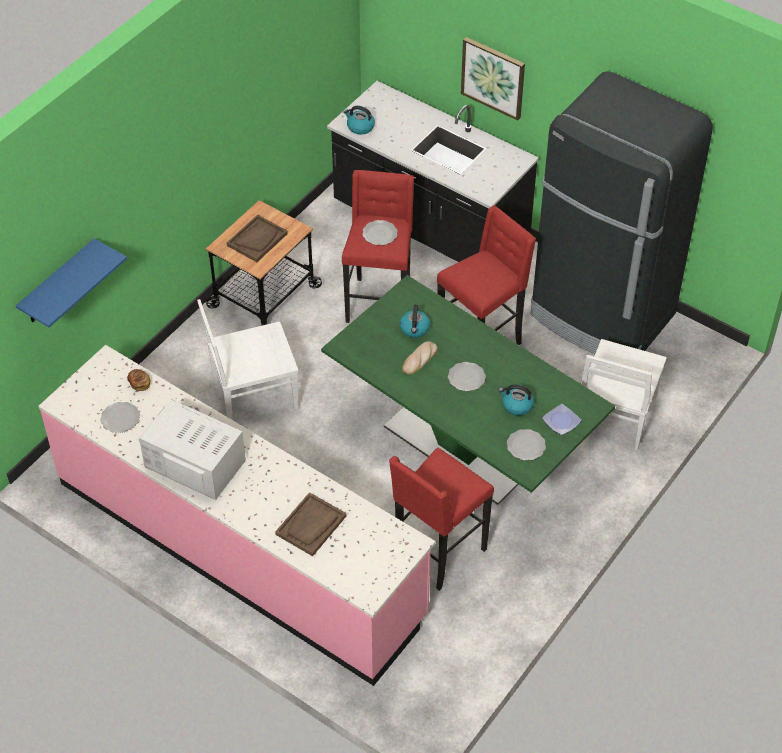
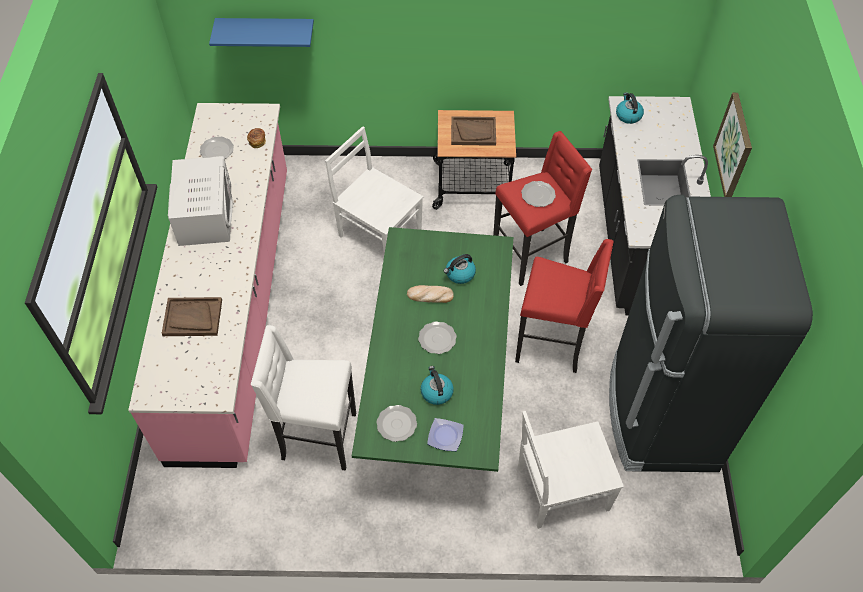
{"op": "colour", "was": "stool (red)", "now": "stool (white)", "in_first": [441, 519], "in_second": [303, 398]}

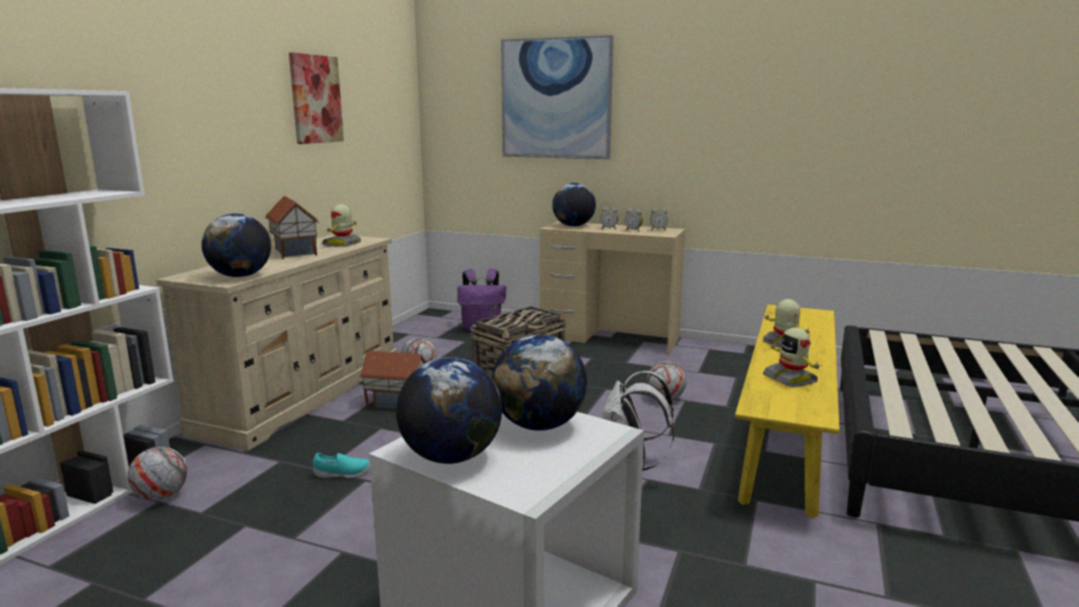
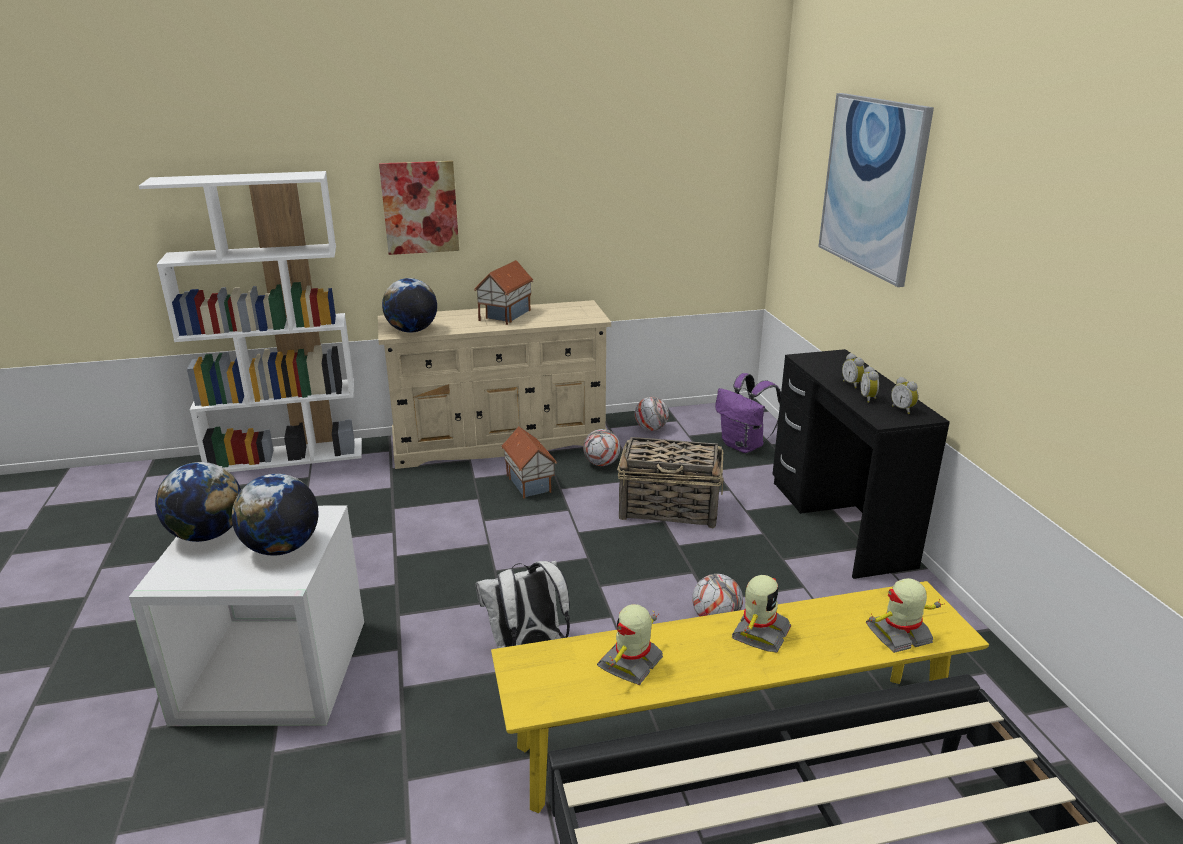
{"op": "relocated", "was": "wall art", "in_first": [316, 98], "in_second": [419, 208]}
{"op": "missing", "was": "world globe", "in_first": [574, 205]}
{"op": "relocated", "was": "model robot", "in_first": [341, 225], "in_second": [905, 615]}
{"op": "colour", "was": "desk (beige-coloured)", "now": "desk (blackish)", "in_first": [612, 287], "in_second": [861, 464]}
{"op": "relocated", "was": "football ball", "in_first": [157, 474], "in_second": [652, 414]}
{"op": "missing", "was": "low shoe (turquoise)", "in_first": [341, 465]}

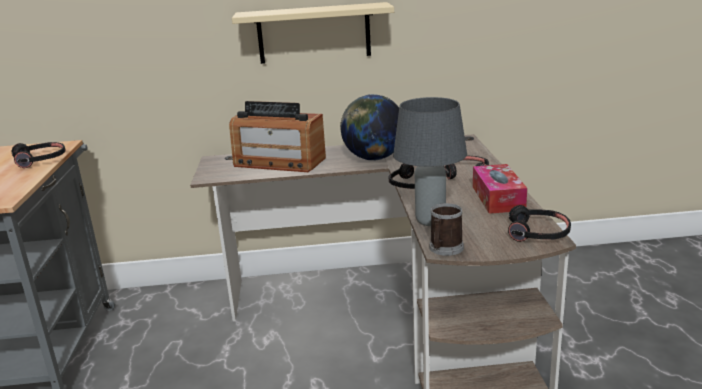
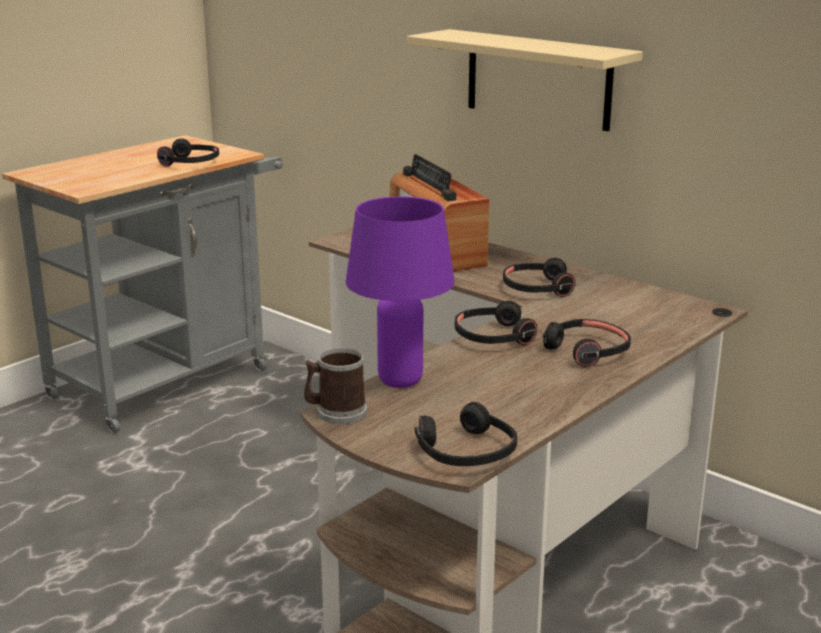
{"op": "exchanged", "was": "world globe", "now": "pair of headphones (blackish)", "in_first": [369, 127], "in_second": [539, 277]}
{"op": "colour", "was": "lamp for a table (grey)", "now": "lamp for a table (purple)", "in_first": [430, 161], "in_second": [400, 292]}
{"op": "missing", "was": "tissue box", "in_first": [500, 189]}

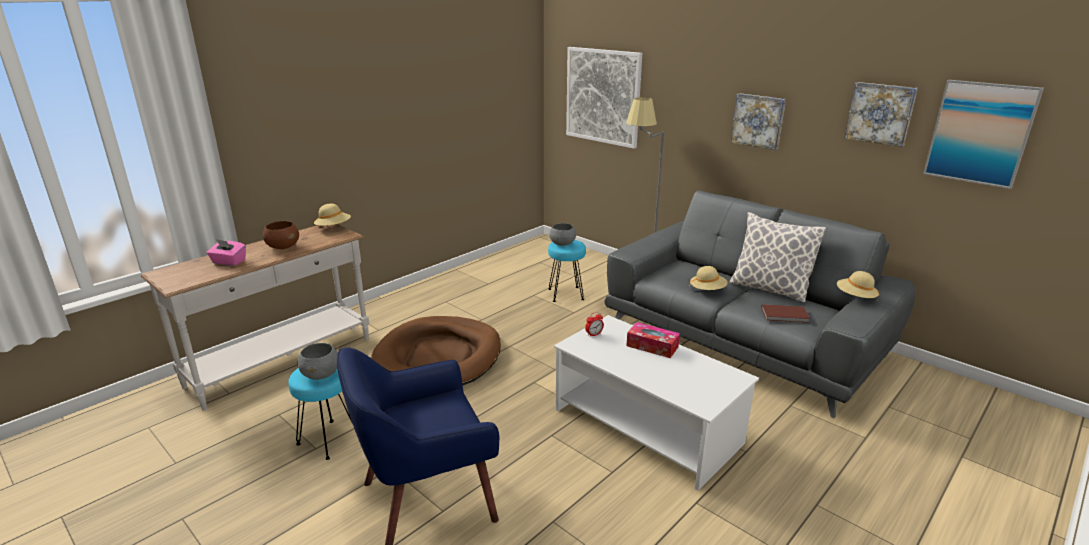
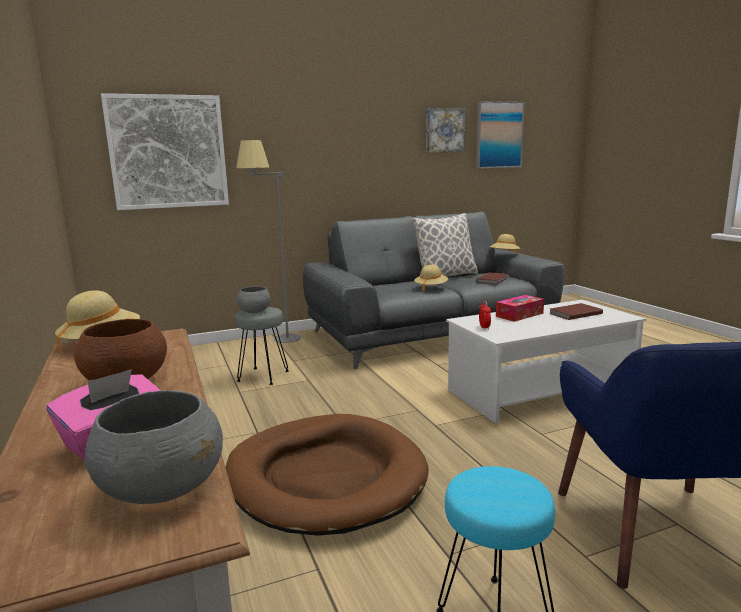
{"op": "missing", "was": "wall art", "in_first": [758, 121]}
{"op": "colour", "was": "stool (turquoise)", "now": "stool (grey)", "in_first": [567, 271], "in_second": [262, 346]}
{"op": "relocated", "was": "deep dish (grey)", "in_first": [318, 361], "in_second": [154, 447]}
{"op": "appeared", "now": "book (brown)", "in_second": [576, 311]}

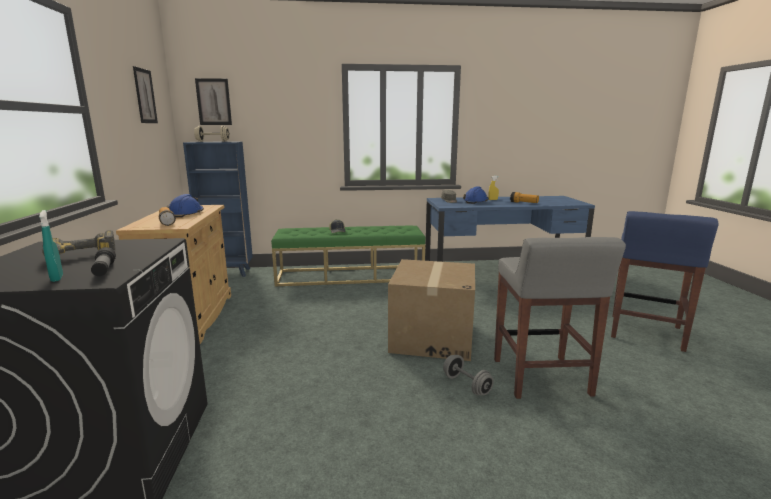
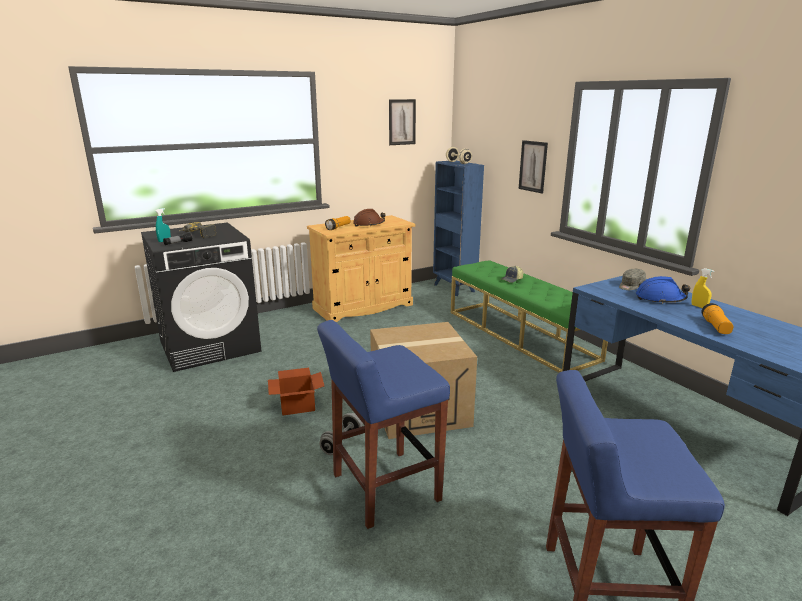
{"op": "relocated", "was": "wall art", "in_first": [213, 101], "in_second": [533, 166]}
{"op": "colour", "was": "safety helmet (blue)", "now": "safety helmet (brown)", "in_first": [185, 206], "in_second": [369, 218]}
{"op": "colour", "was": "stool (grey)", "now": "stool (blue)", "in_first": [560, 318], "in_second": [383, 424]}
{"op": "appeared", "now": "carton", "in_second": [296, 391]}

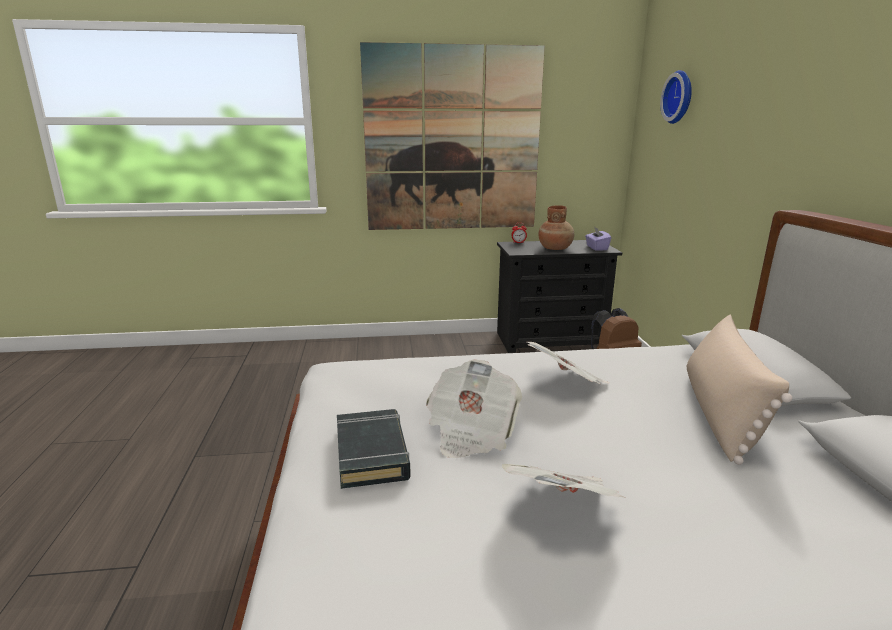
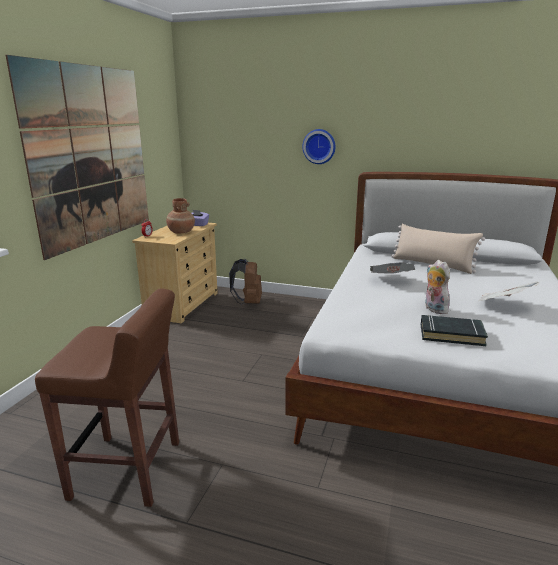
{"op": "relocated", "was": "clock on the wall", "in_first": [676, 97], "in_second": [319, 146]}
{"op": "colour", "was": "chest of drawers (blackish)", "now": "chest of drawers (beige-coloured)", "in_first": [559, 296], "in_second": [175, 273]}
{"op": "exchanged", "was": "daily paper", "now": "cuddly toy", "in_first": [474, 409], "in_second": [437, 287]}
{"op": "appeared", "now": "stool (brown)", "in_second": [107, 398]}

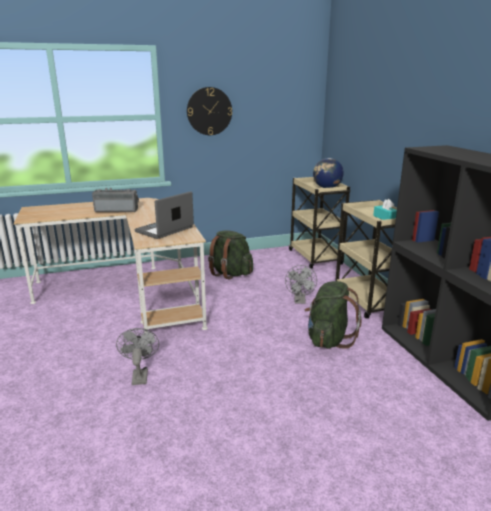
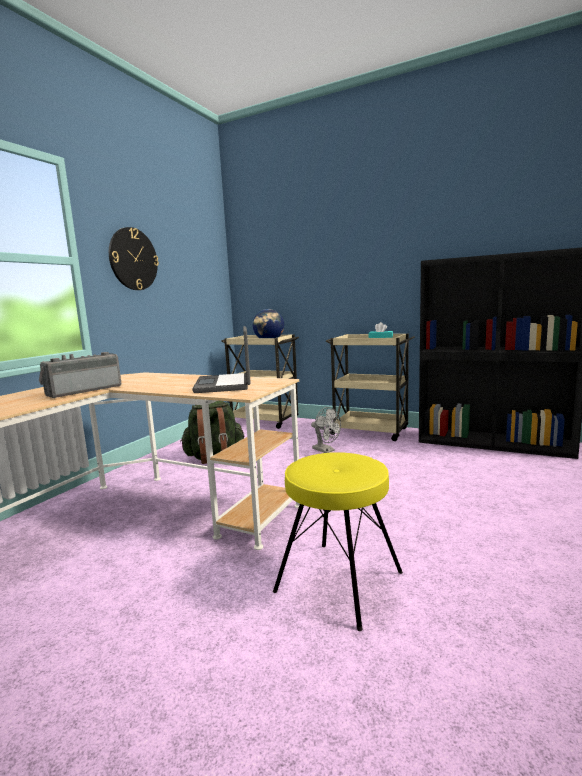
{"op": "missing", "was": "rucksack (green-coloured)", "in_first": [333, 315]}
{"op": "exchanged", "was": "cooling fan (grey)", "now": "stool (yellowish)", "in_first": [137, 356], "in_second": [338, 541]}

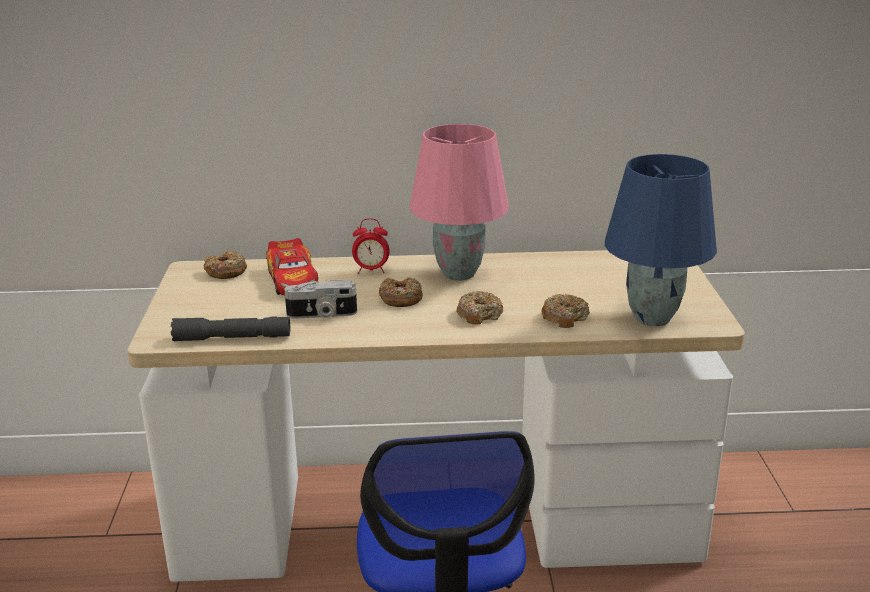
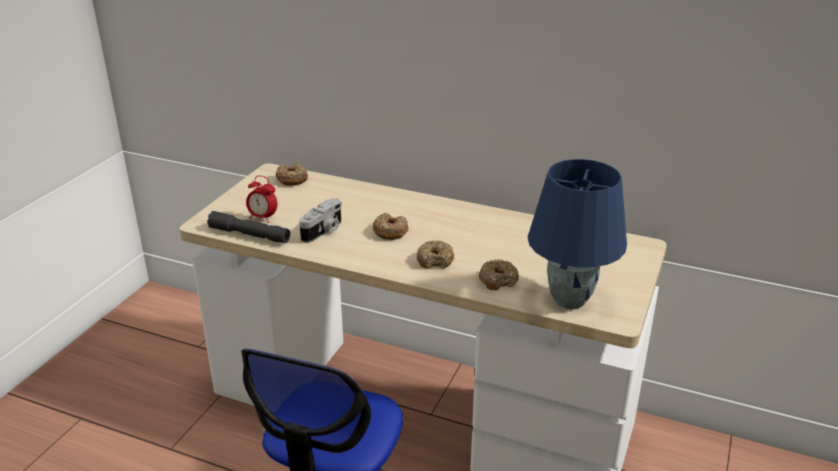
{"op": "missing", "was": "lamp for a table (pink)", "in_first": [459, 202]}
{"op": "relocated", "was": "table clock", "in_first": [371, 246], "in_second": [261, 199]}
{"op": "missing", "was": "model car", "in_first": [292, 266]}
{"op": "spun", "was": "still camera", "in_first": [320, 299], "in_second": [320, 220], "clockwise": -75}

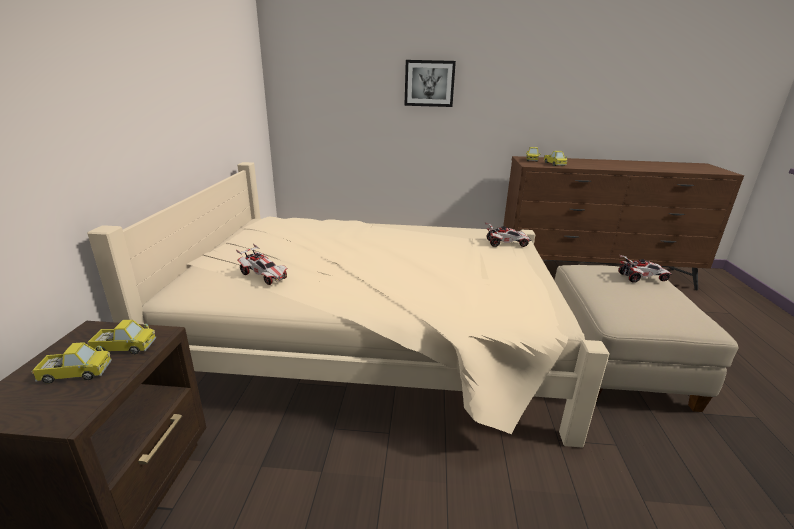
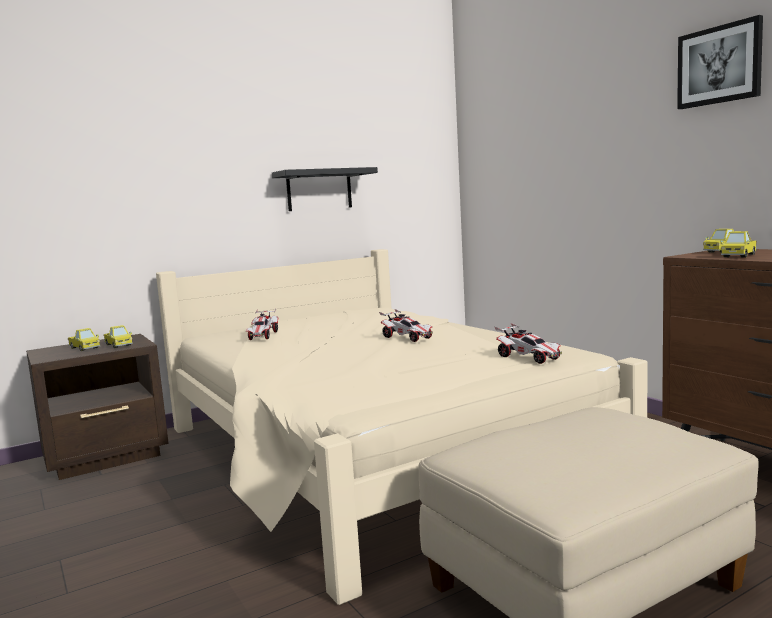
{"op": "relocated", "was": "wall art", "in_first": [430, 83], "in_second": [720, 62]}
{"op": "relocated", "was": "model car", "in_first": [645, 268], "in_second": [406, 325]}
{"op": "appeared", "now": "wall shelf (blackish)", "in_second": [325, 189]}

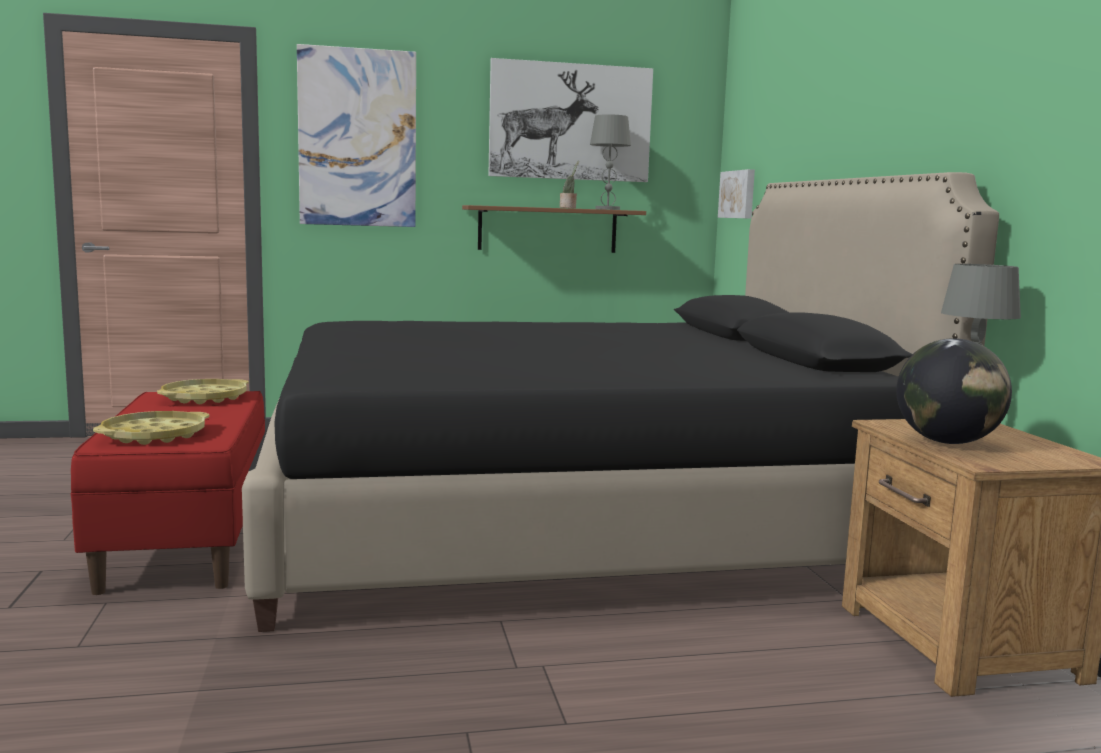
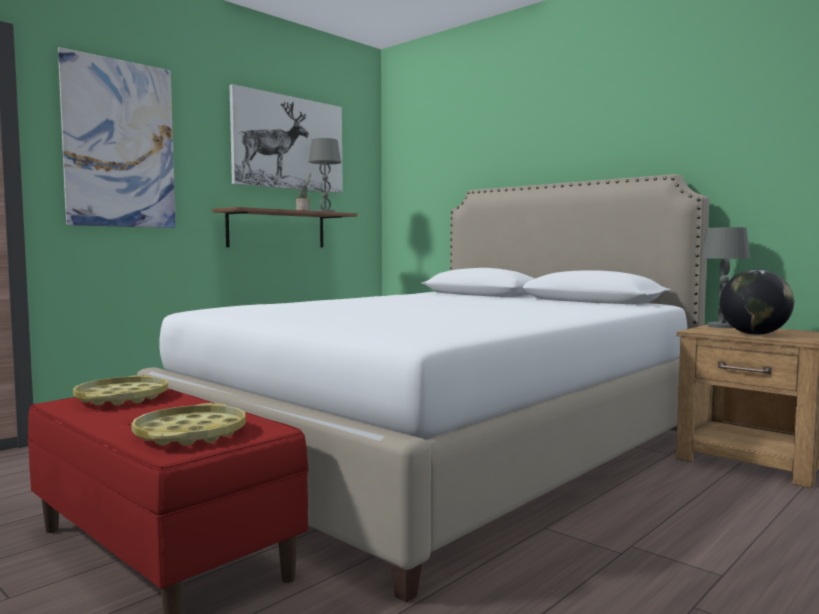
{"op": "missing", "was": "wall art", "in_first": [736, 194]}
{"op": "colour", "was": "sleeping bed (blackish)", "now": "sleeping bed (white)", "in_first": [620, 402], "in_second": [423, 388]}

